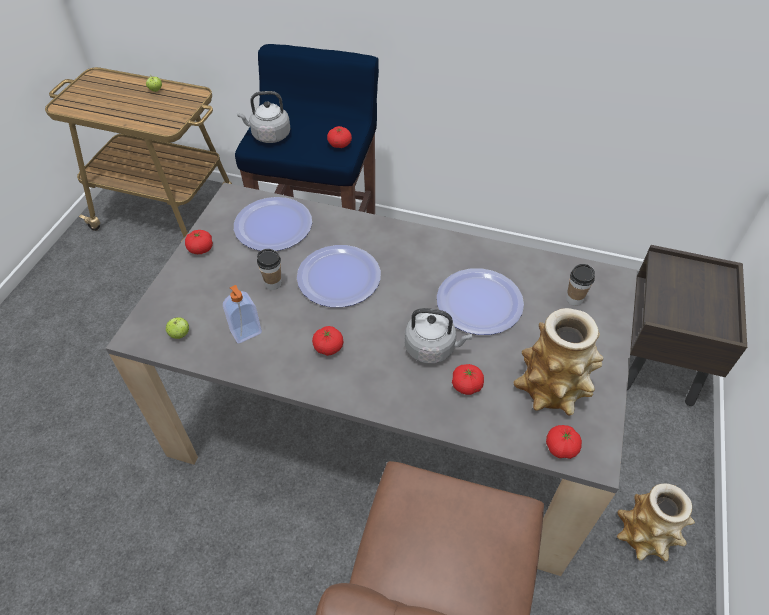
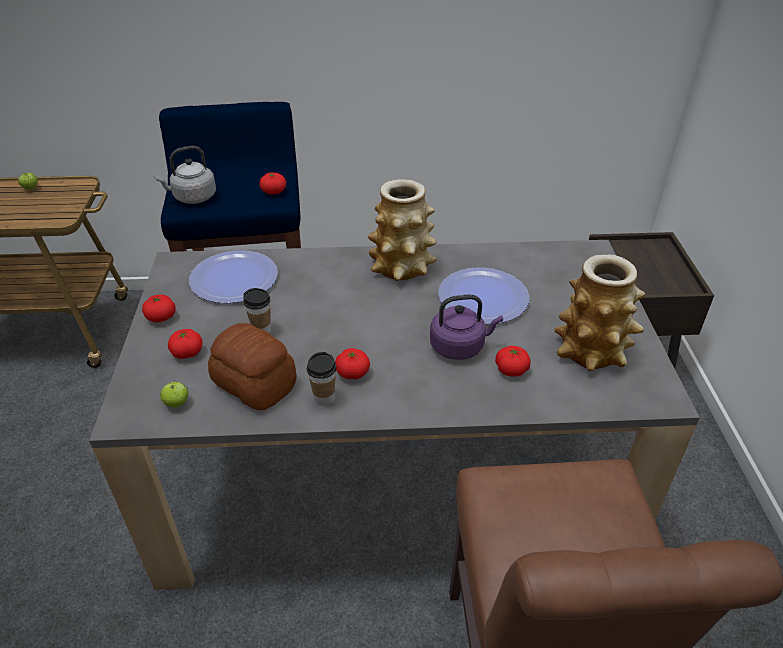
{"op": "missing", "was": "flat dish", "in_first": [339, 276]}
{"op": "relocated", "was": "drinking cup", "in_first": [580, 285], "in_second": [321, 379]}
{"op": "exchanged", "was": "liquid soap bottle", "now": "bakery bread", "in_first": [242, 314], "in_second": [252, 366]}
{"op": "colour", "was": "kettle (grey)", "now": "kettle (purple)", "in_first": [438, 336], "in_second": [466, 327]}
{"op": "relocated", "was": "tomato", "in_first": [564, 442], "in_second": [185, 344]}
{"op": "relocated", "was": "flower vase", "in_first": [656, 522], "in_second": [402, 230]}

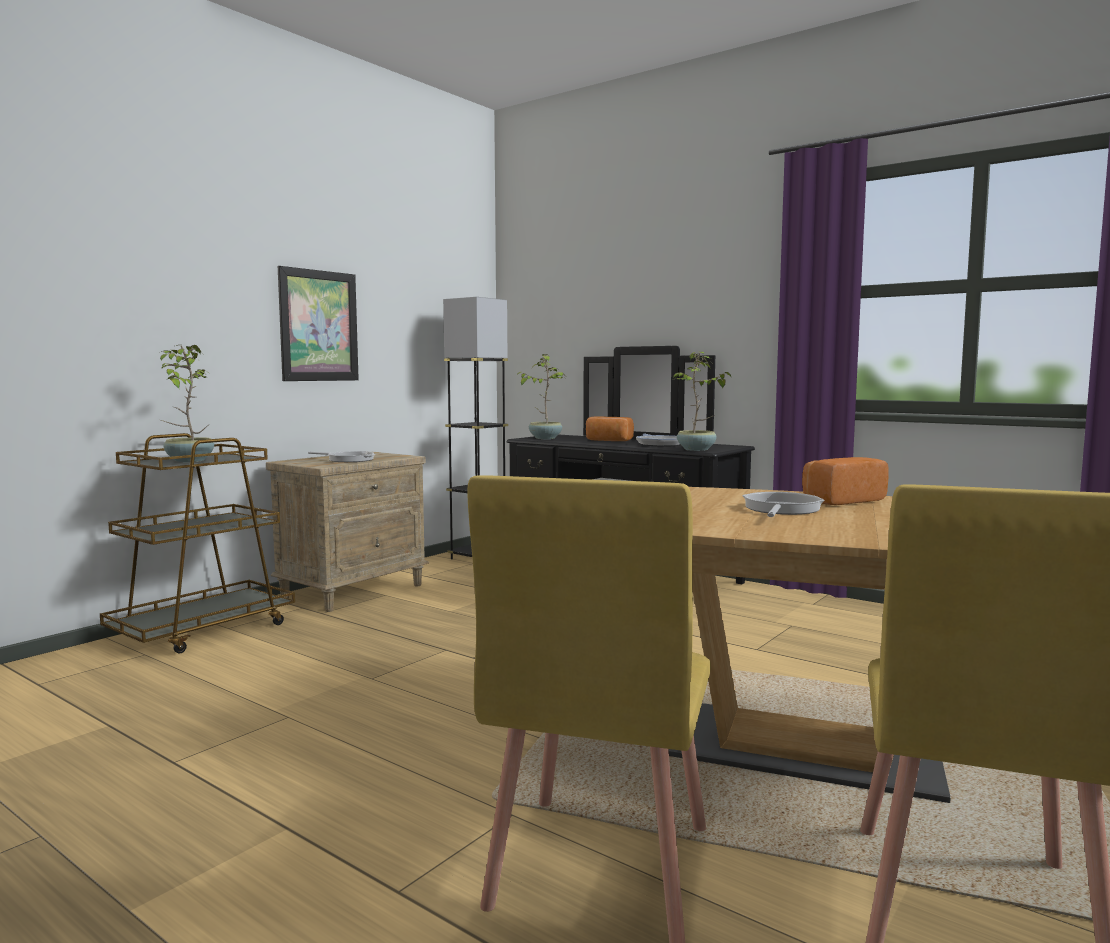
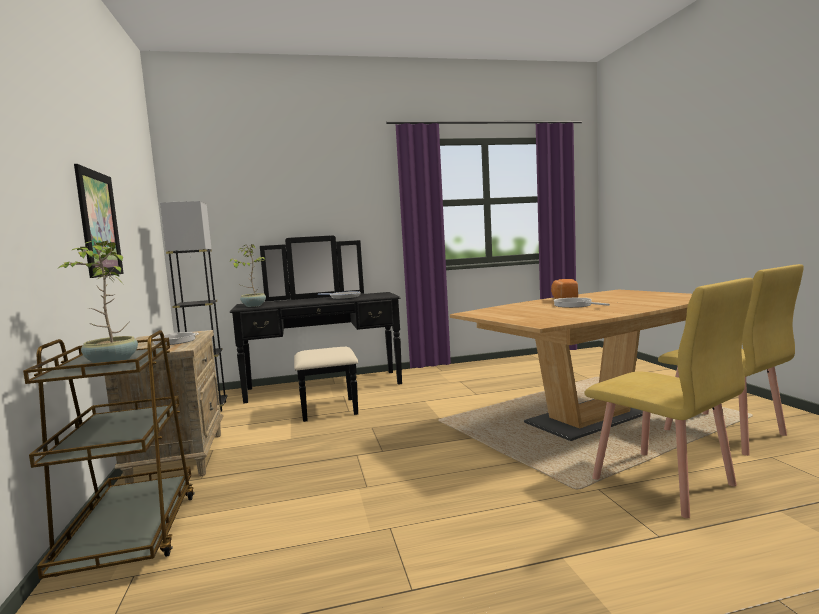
{"op": "missing", "was": "plant in a pot", "in_first": [701, 401]}
{"op": "missing", "was": "bakery bread", "in_first": [610, 428]}

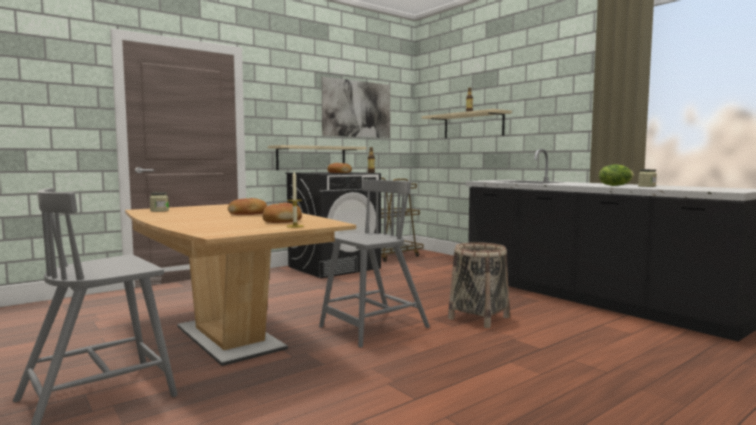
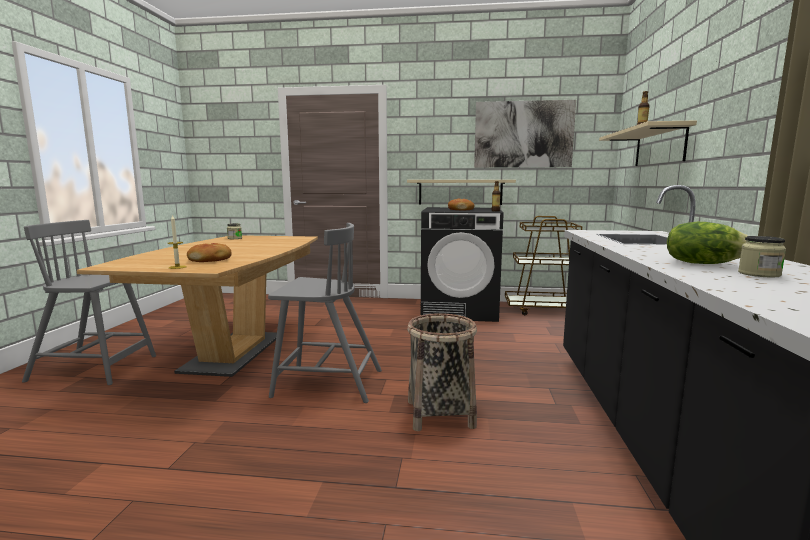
{"op": "missing", "was": "bakery bread", "in_first": [247, 206]}

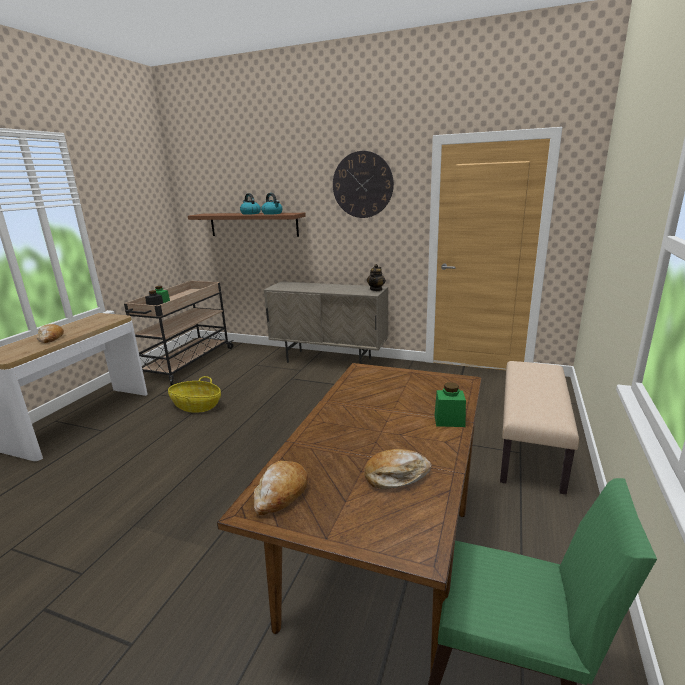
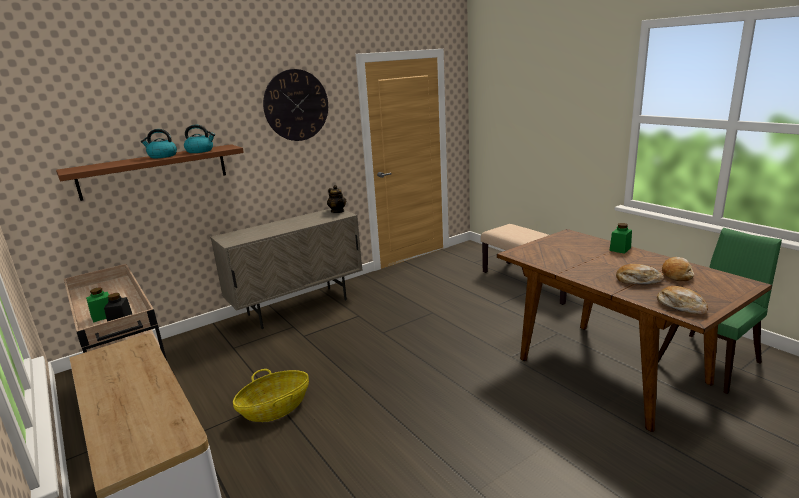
{"op": "relocated", "was": "bakery bread", "in_first": [50, 333], "in_second": [640, 274]}

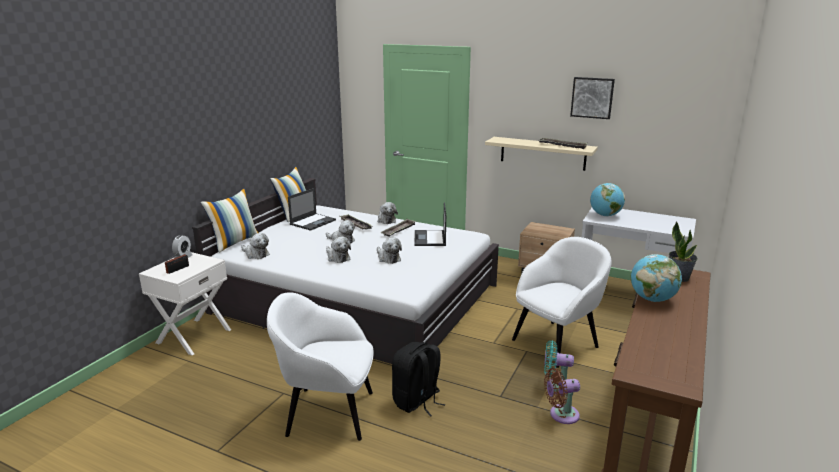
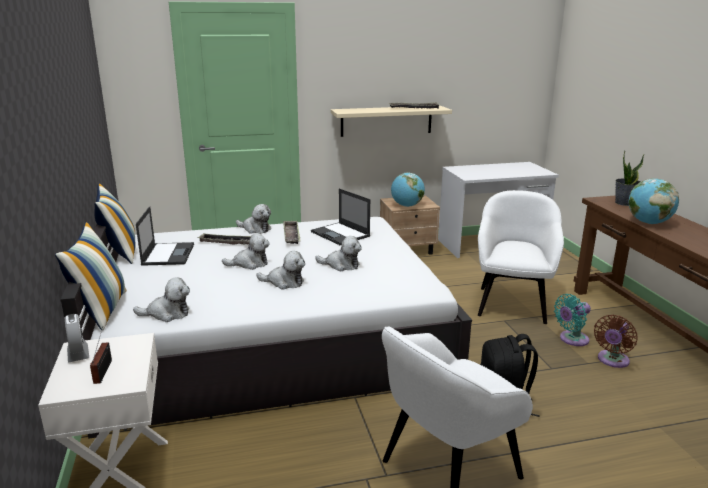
{"op": "missing", "was": "wall art", "in_first": [592, 98]}
{"op": "relocated", "was": "world globe", "in_first": [607, 199], "in_second": [408, 190]}

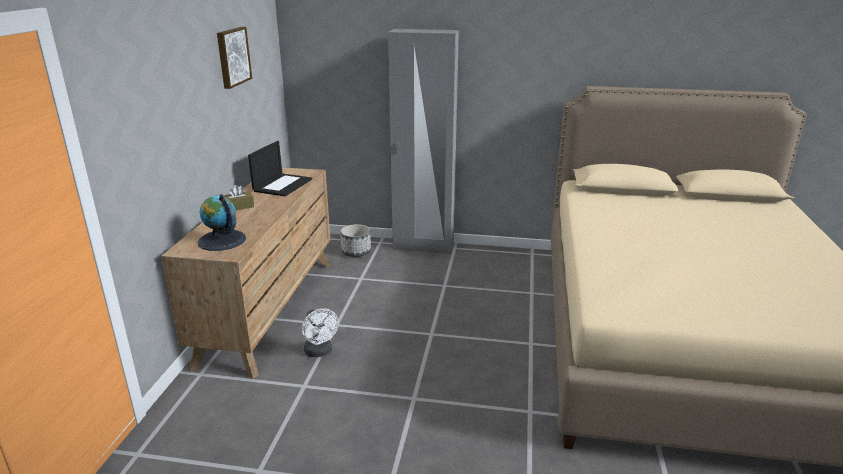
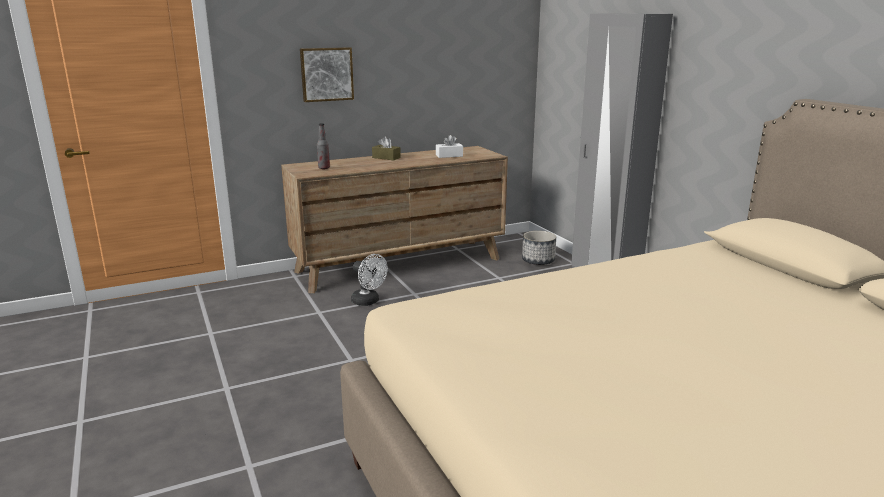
{"op": "relocated", "was": "wall art", "in_first": [234, 58], "in_second": [327, 74]}
{"op": "exchanged", "was": "laptop", "now": "tissue box (white)", "in_first": [280, 168], "in_second": [449, 146]}
{"op": "exchanged", "was": "world globe", "now": "bottle", "in_first": [222, 222], "in_second": [323, 146]}
{"op": "spun", "was": "cooling fan (white)", "in_first": [320, 332], "in_second": [369, 280], "clockwise": -75}

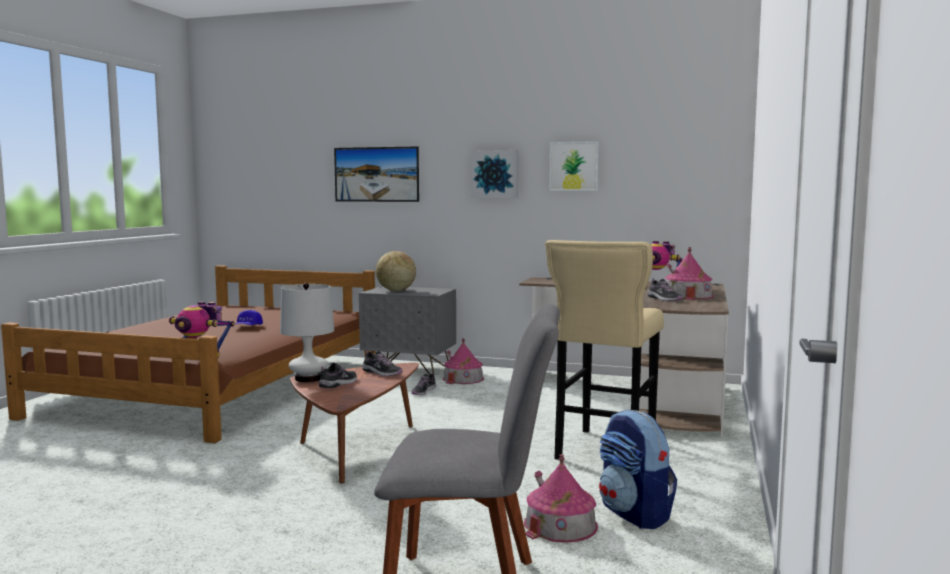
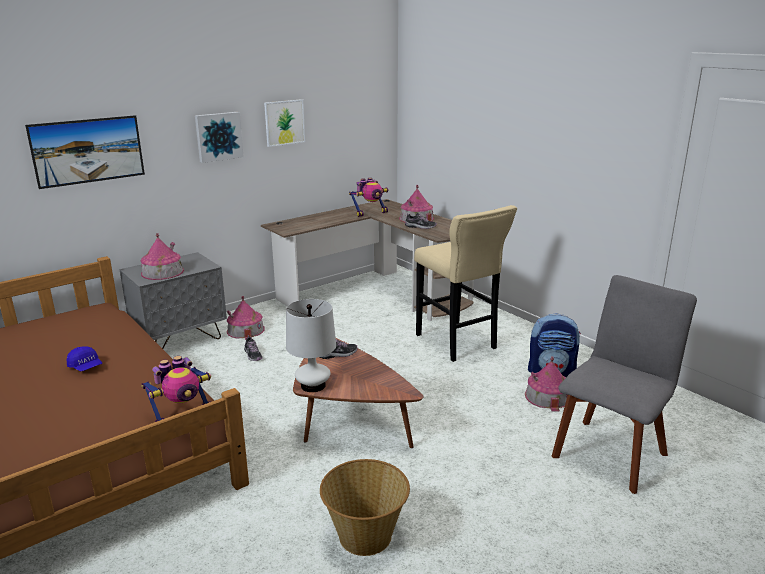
{"op": "exchanged", "was": "world globe", "now": "miniature house", "in_first": [396, 271], "in_second": [162, 256]}
{"op": "missing", "was": "low shoe", "in_first": [338, 375]}
{"op": "appeared", "now": "household basket", "in_second": [365, 507]}

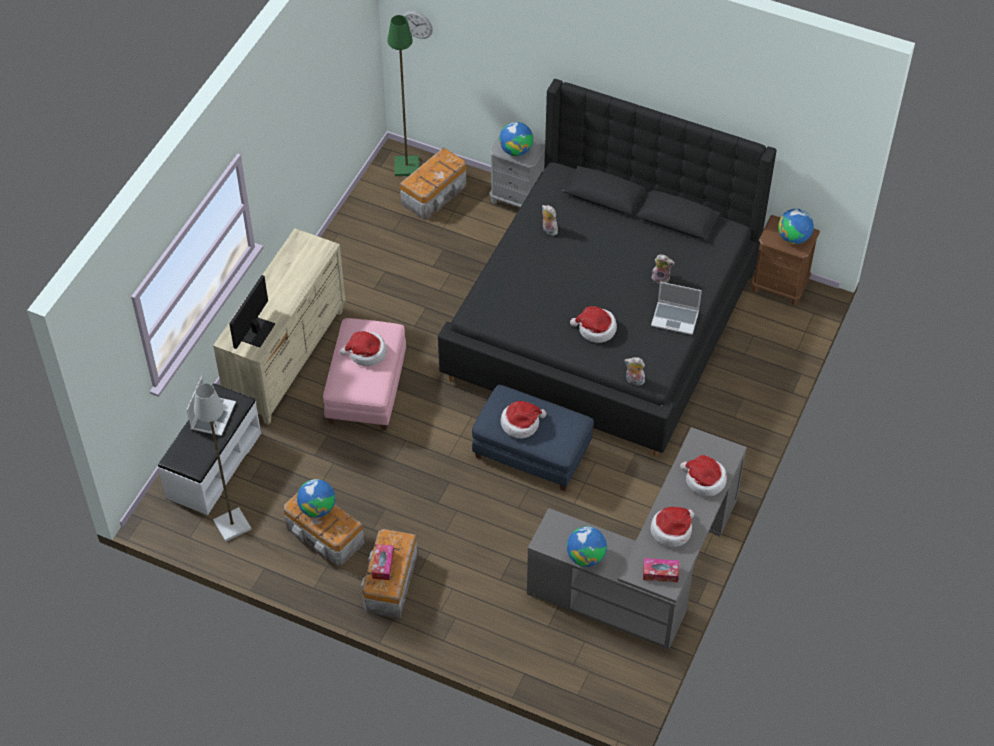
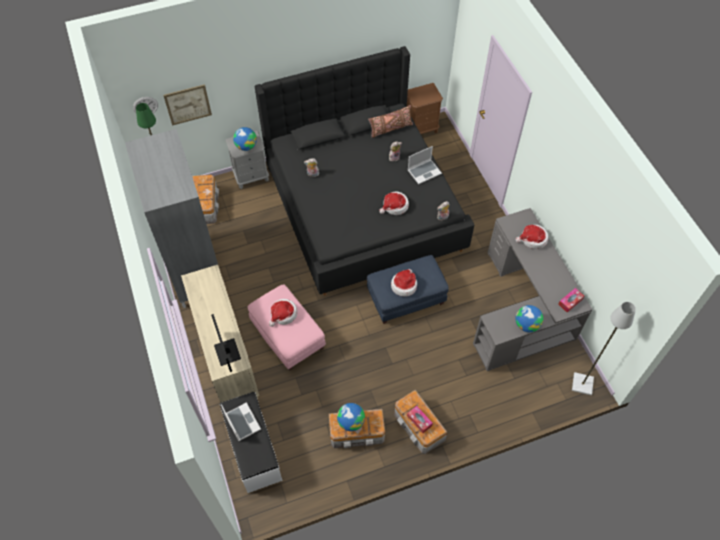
{"op": "missing", "was": "world globe", "in_first": [796, 226]}
{"op": "relocated", "was": "standard lamp (grey)", "in_first": [222, 462], "in_second": [604, 348]}
{"op": "missing", "was": "wearable hat", "in_first": [672, 527]}
{"op": "appeared", "now": "wall art", "in_second": [187, 105]}
{"op": "appeared", "now": "cushion (brown)", "in_second": [390, 121]}
{"op": "appeared", "now": "clothes cupboard (grey)", "in_second": [171, 218]}

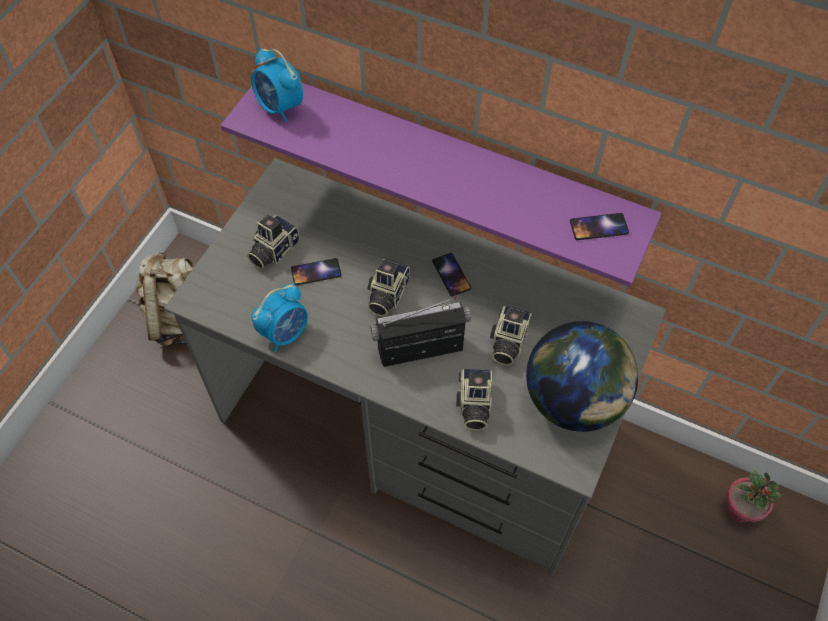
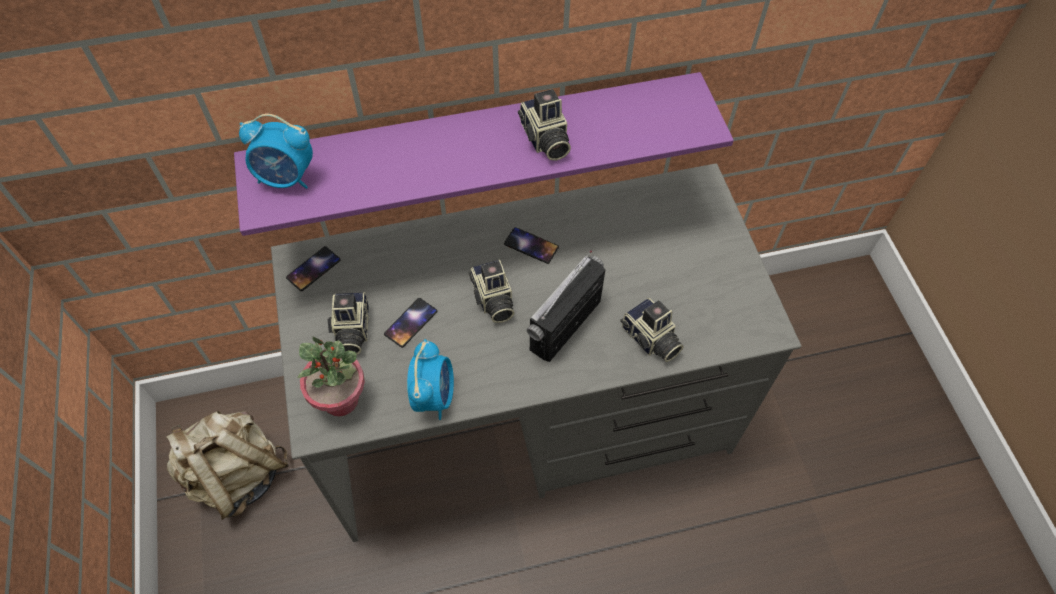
{"op": "relocated", "was": "telephone", "in_first": [599, 226], "in_second": [313, 268]}
{"op": "relocated", "was": "still camera", "in_first": [511, 335], "in_second": [544, 125]}
{"op": "missing", "was": "world globe", "in_first": [582, 376]}
{"op": "relocated", "was": "plant in a pot", "in_first": [754, 496], "in_second": [331, 376]}

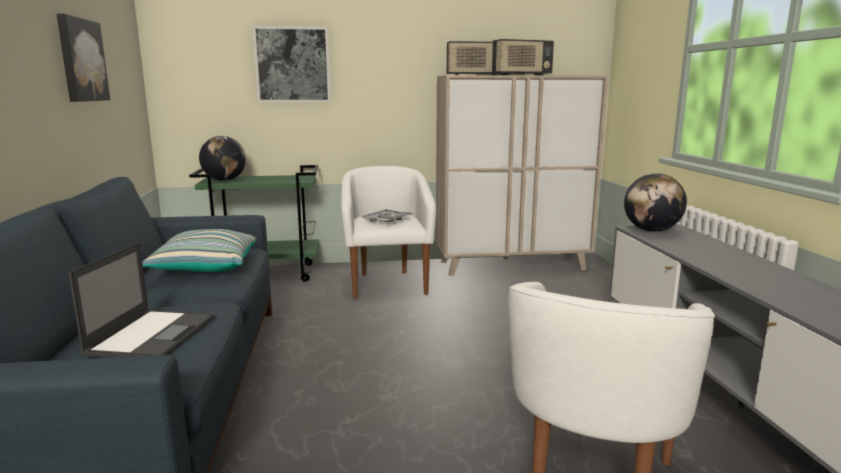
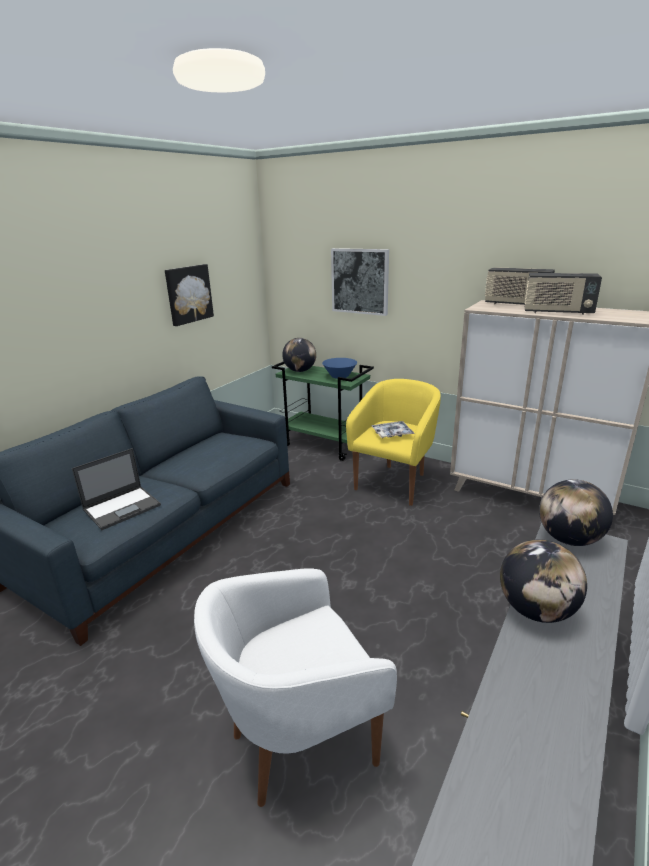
{"op": "colour", "was": "lounge chair (white)", "now": "lounge chair (yellowish)", "in_first": [388, 232], "in_second": [393, 442]}
{"op": "missing", "was": "cushion", "in_first": [199, 250]}
{"op": "appeared", "now": "deep dish (blue)", "in_second": [339, 368]}
{"op": "appeared", "now": "world globe", "in_second": [543, 581]}

